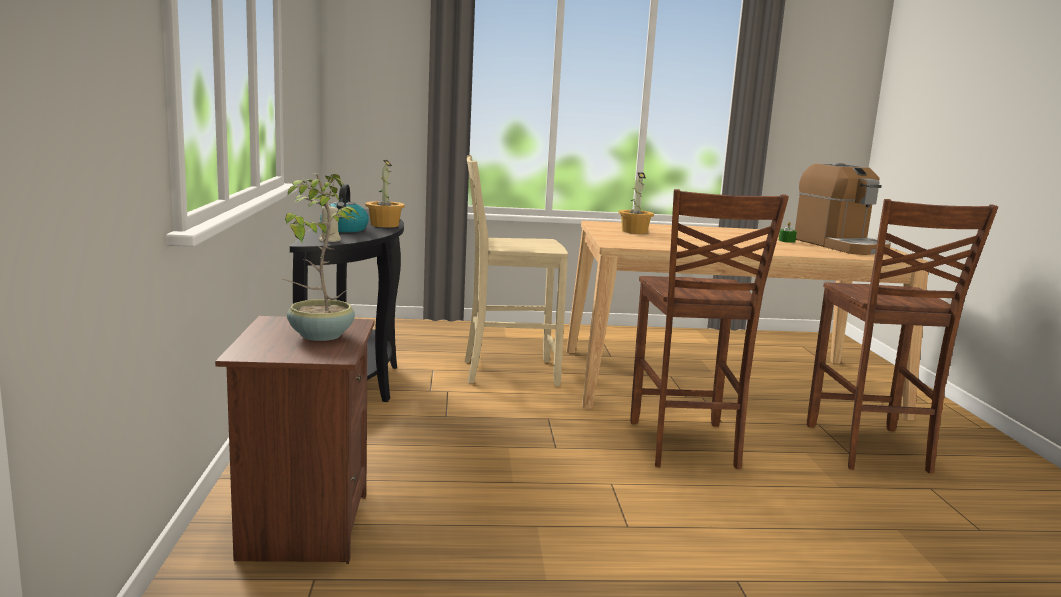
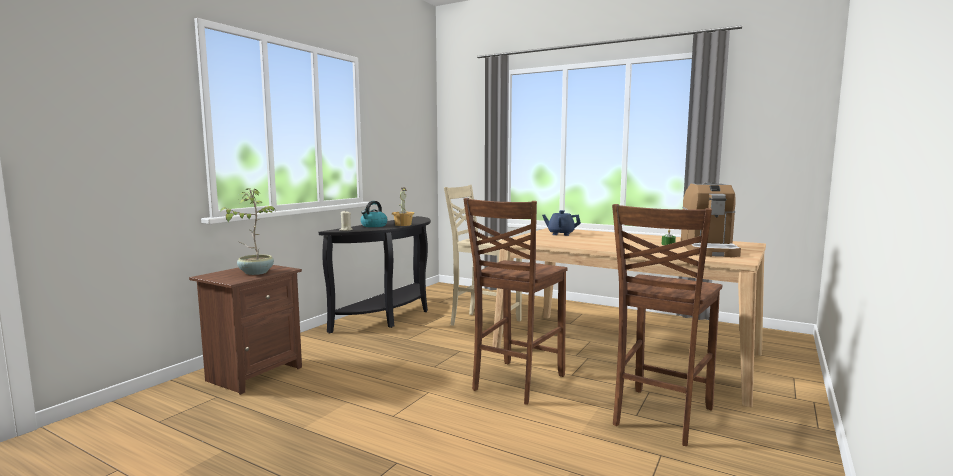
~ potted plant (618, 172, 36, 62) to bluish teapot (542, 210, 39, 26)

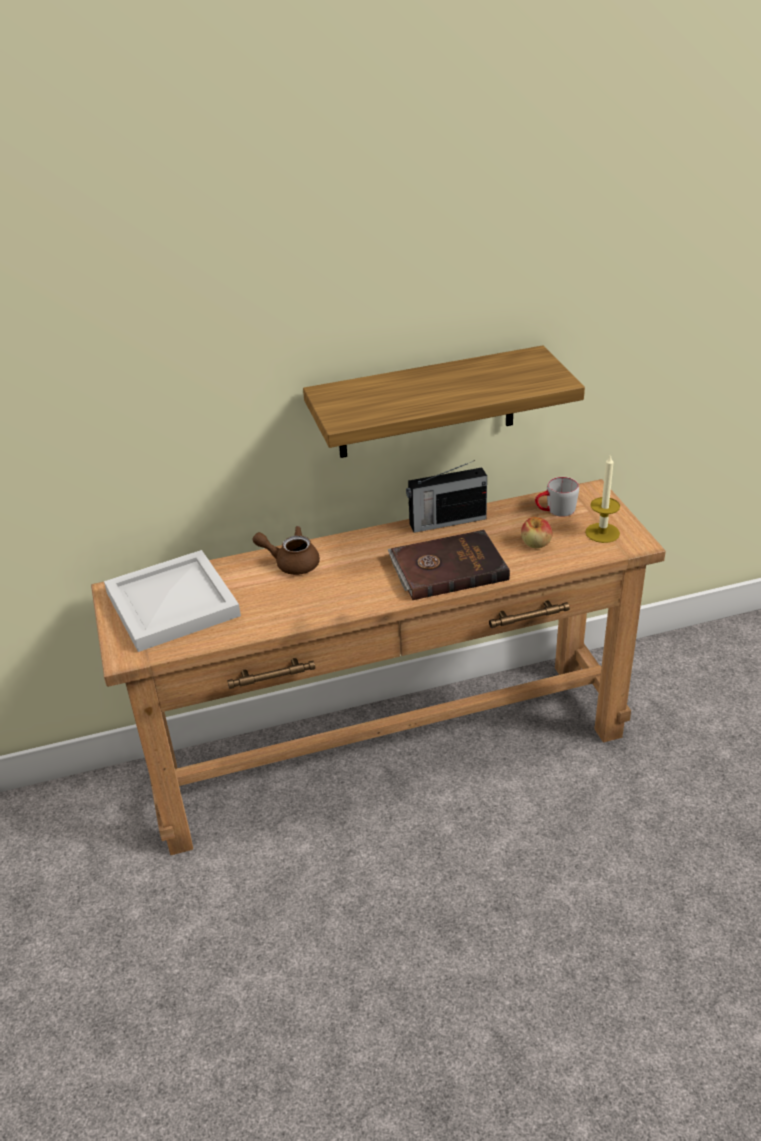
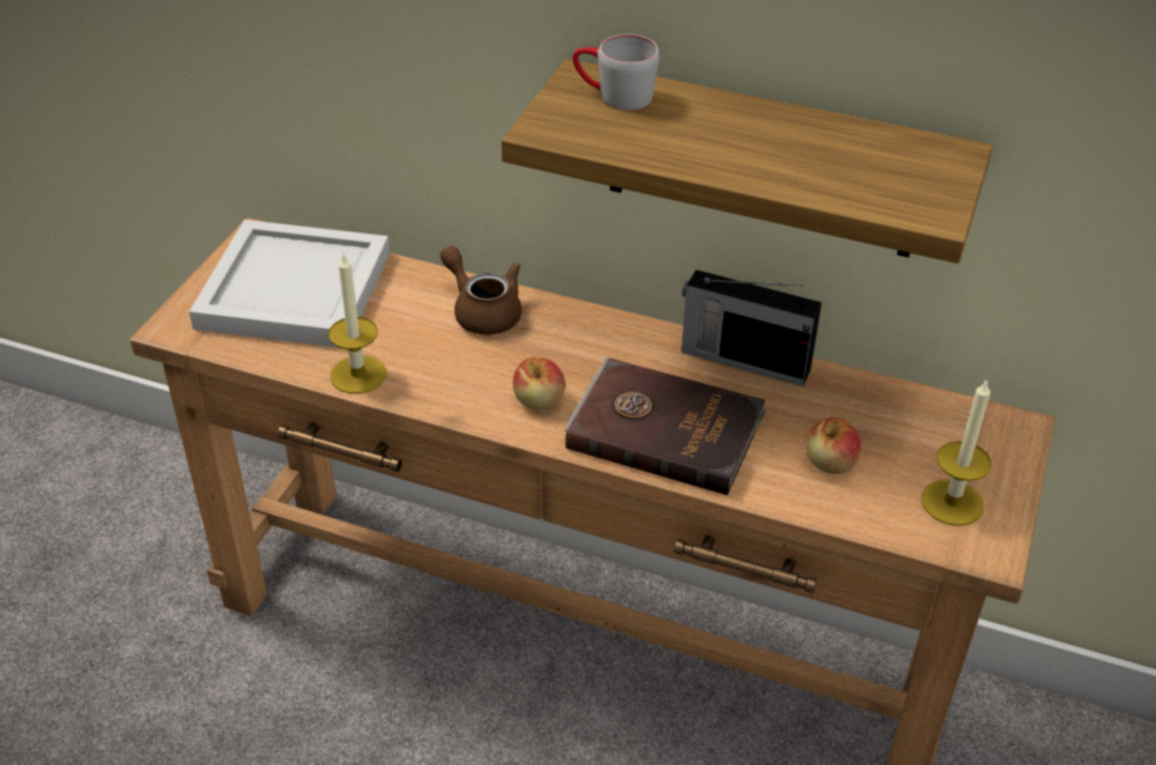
~ greyish mug (535, 477, 44, 40) to (573, 34, 86, 76)
+ wax light (328, 252, 59, 142)
+ apple fruit (513, 357, 52, 53)

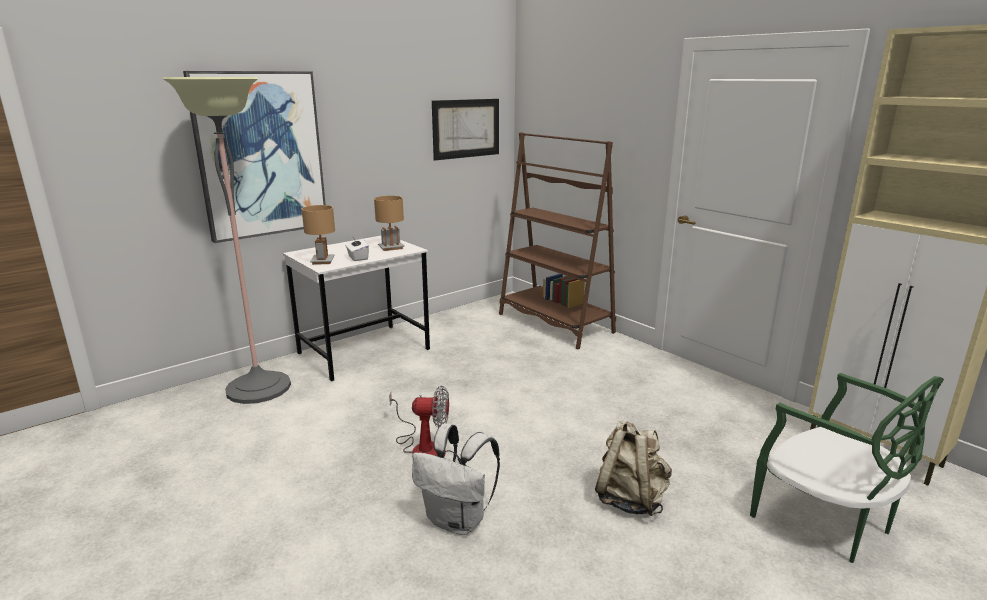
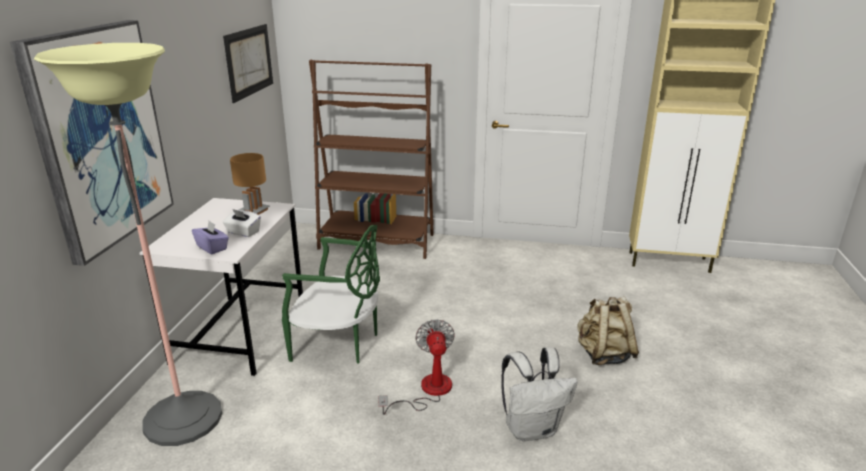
~ brown-coloured table lamp (301, 205, 34, 60) to purplish tissue box (192, 221, 37, 33)
~ cooling fan (389, 386, 60, 70) = (378, 319, 77, 96) 60 degrees counterclockwise
~ green-coloured plain chair (750, 373, 194, 190) to (282, 225, 98, 139)

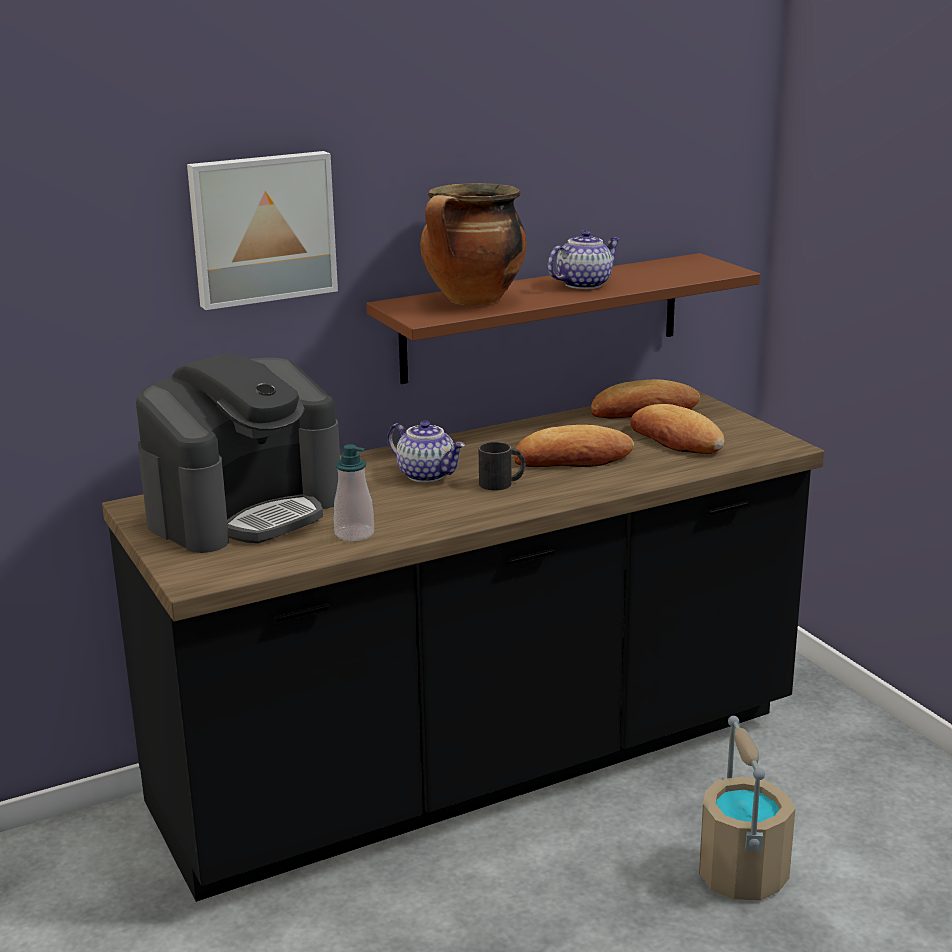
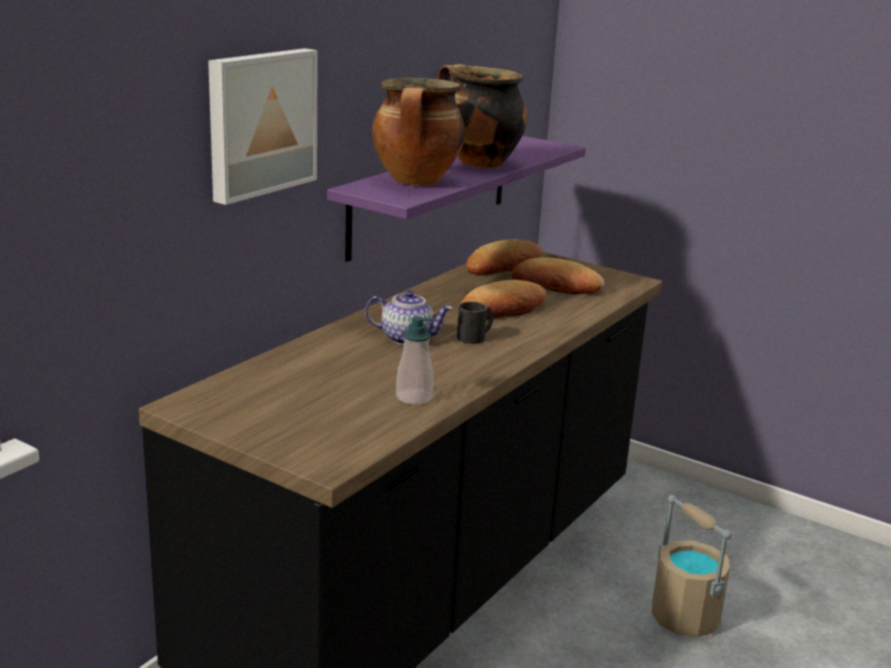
- coffee brewer (136, 353, 204, 200)
~ brown-coloured shelf (366, 253, 394, 131) to purplish shelf (327, 136, 259, 126)
~ teapot (548, 230, 72, 59) to stockpot (438, 64, 89, 104)

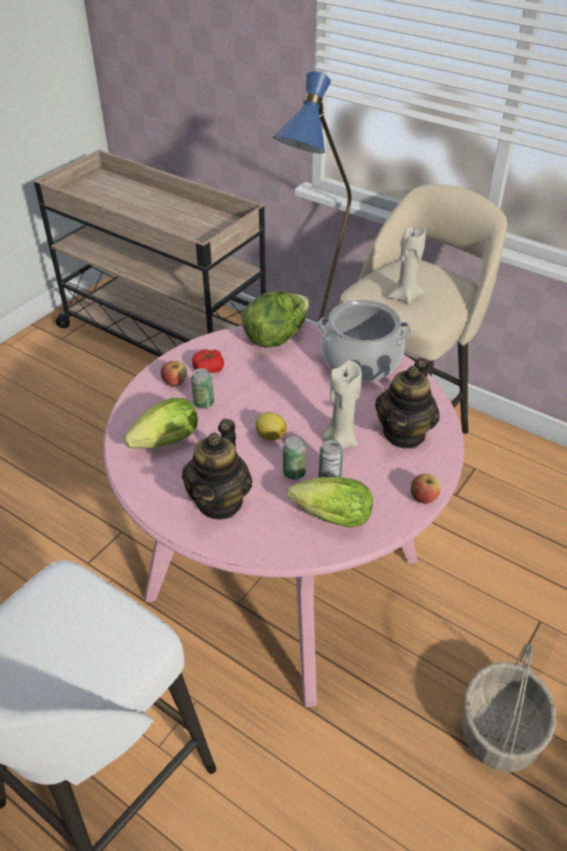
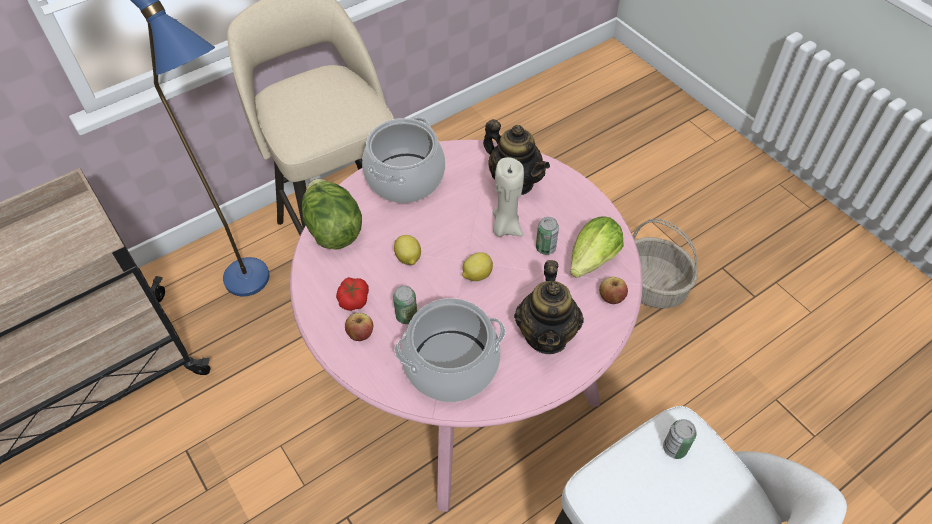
~ lettuce (124, 398, 74, 50) to stockpot (394, 298, 112, 104)
~ teapot (182, 419, 71, 101) = (514, 260, 70, 94) 60 degrees clockwise
~ sealed can (283, 436, 23, 44) to (663, 419, 34, 40)
- beige wax light (388, 227, 38, 77)
~ apple fruit (411, 474, 30, 30) to (599, 277, 29, 27)
+ lemon (394, 235, 27, 30)

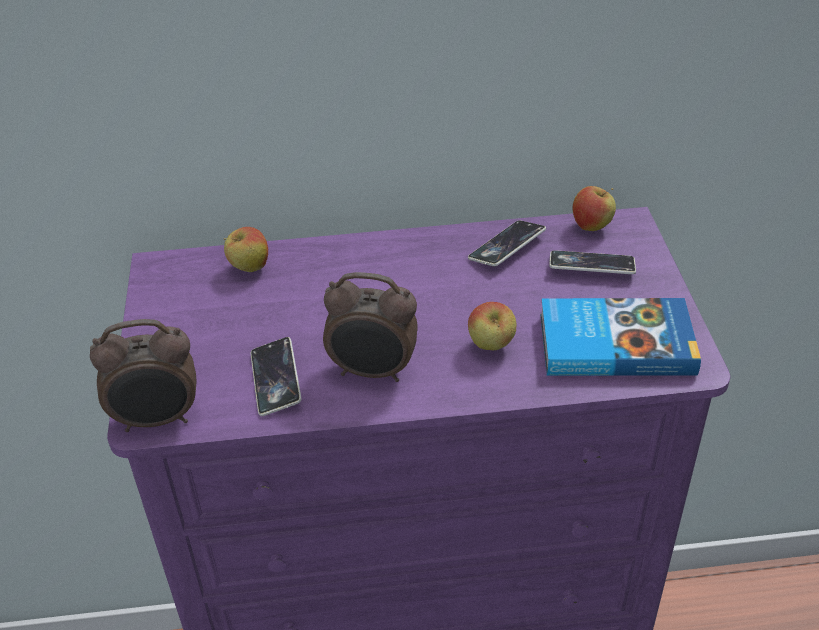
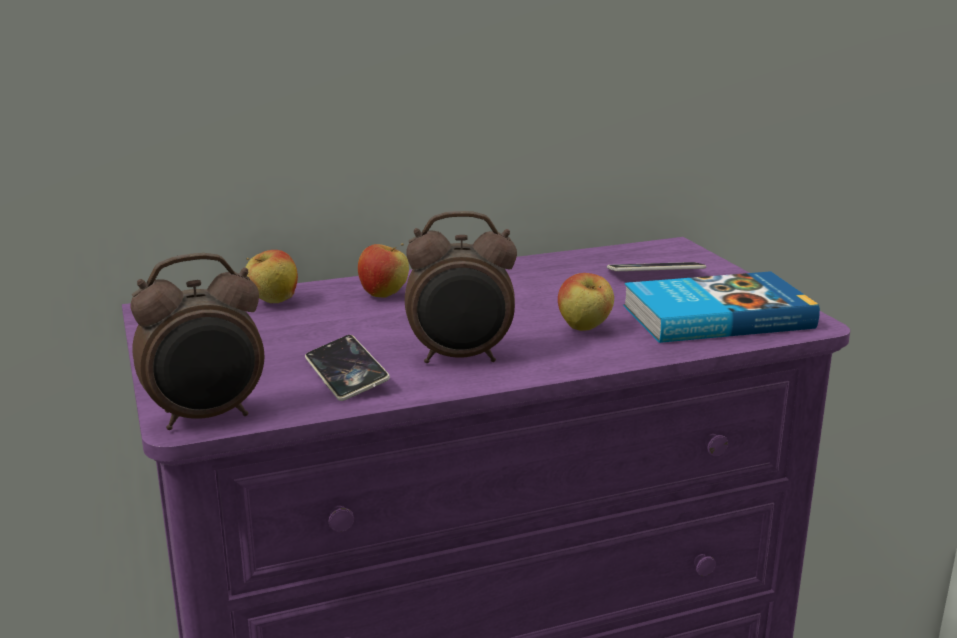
- handset (468, 220, 78, 46)
~ apple fruit (572, 186, 44, 45) to (358, 243, 51, 55)

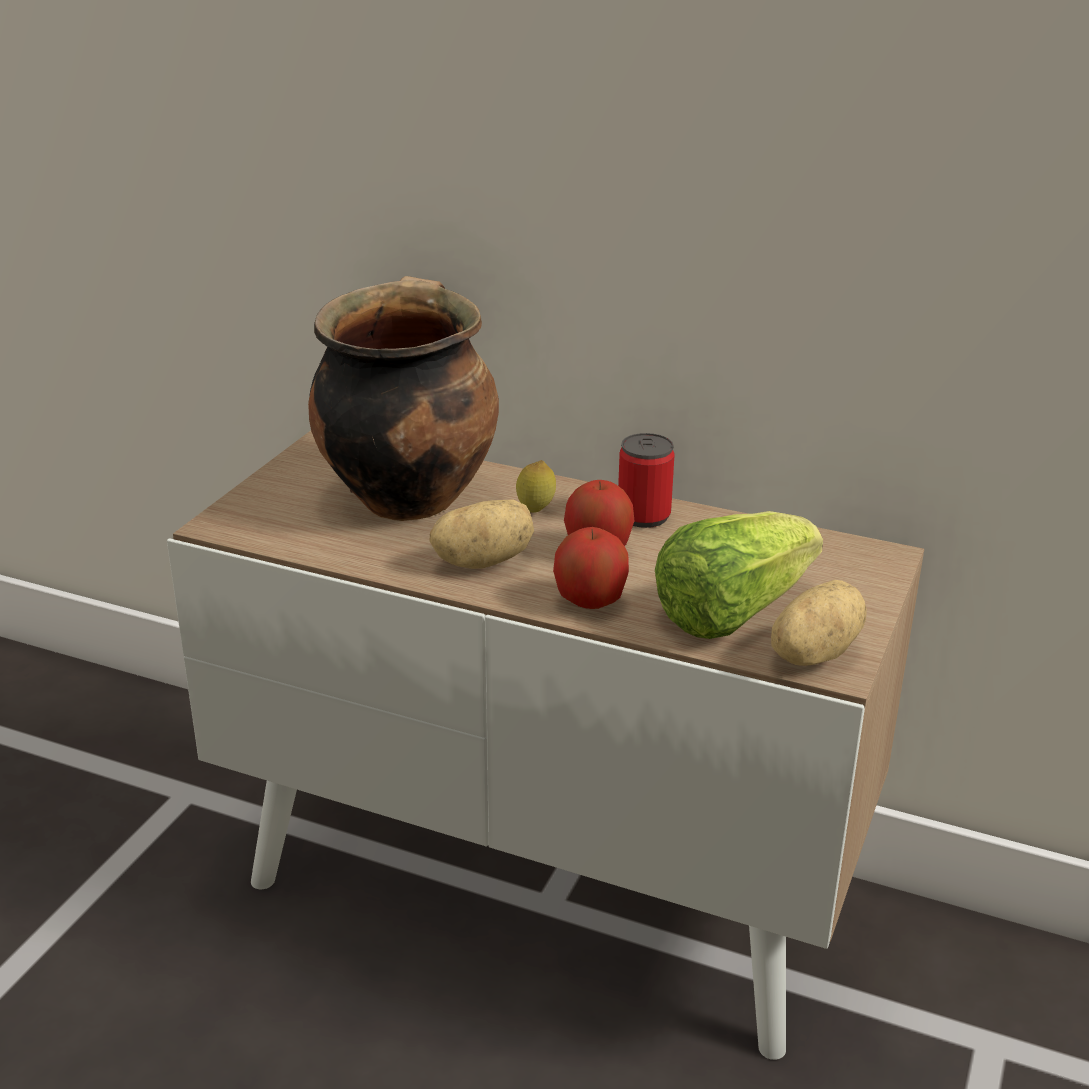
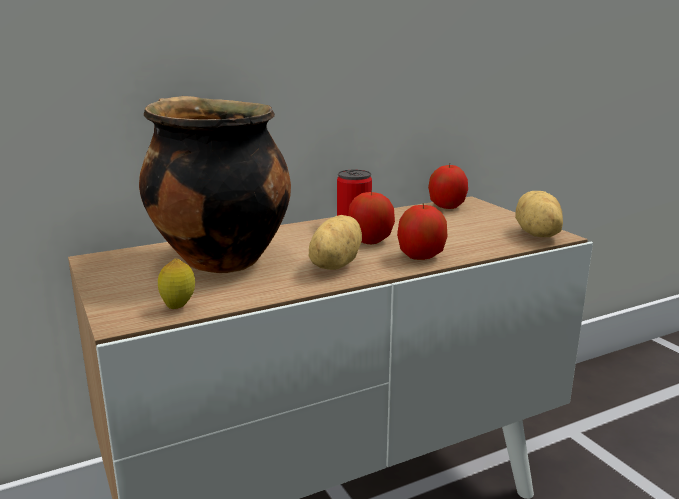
~ lemon (516, 460, 40, 52) to (158, 258, 37, 51)
- lettuce (655, 511, 168, 128)
+ apple fruit (428, 164, 40, 45)

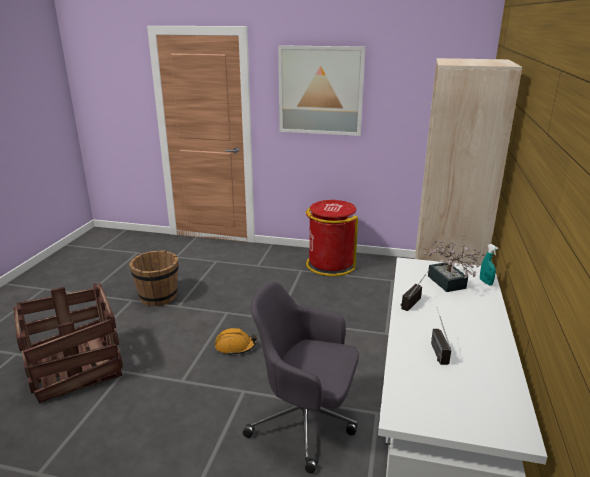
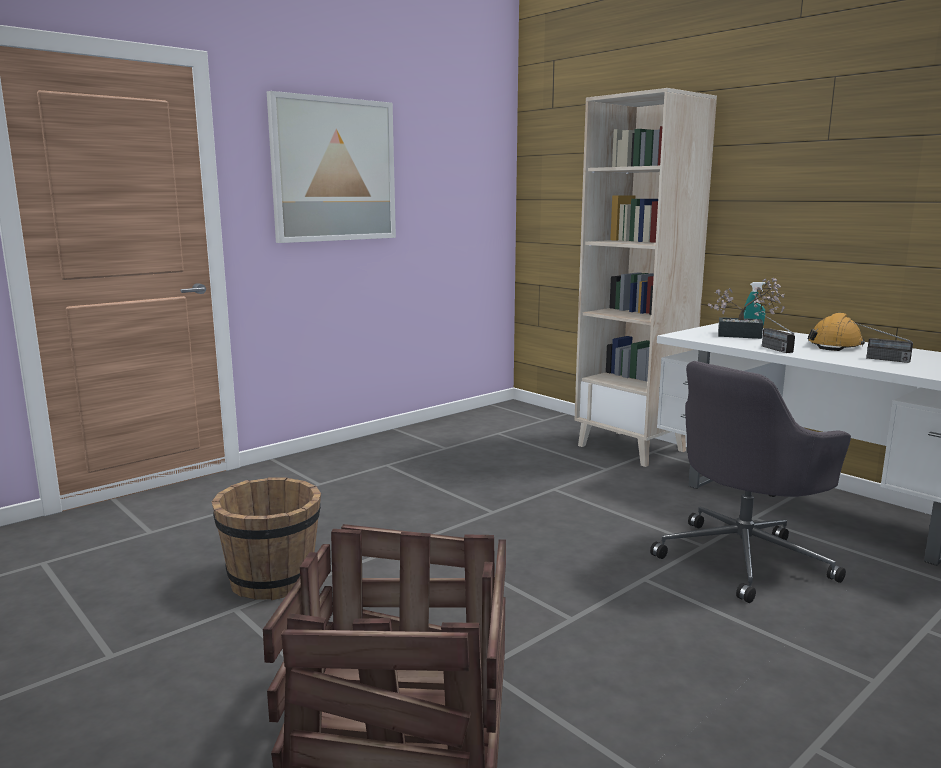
~ orange-coloured work helmet (215, 328, 42, 28) to (808, 313, 57, 38)
- reddish waste bin (306, 200, 52, 76)

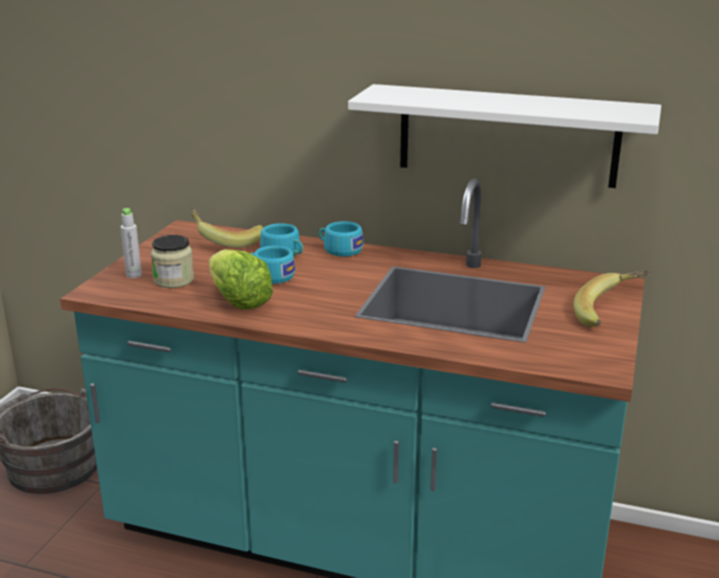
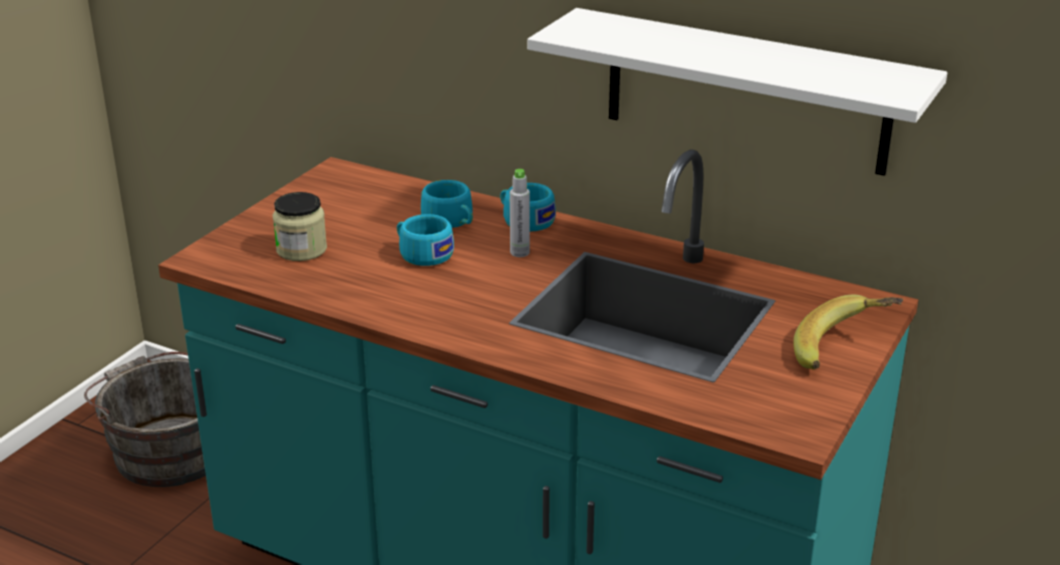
~ greyish bottle (121, 208, 21, 70) to (510, 169, 20, 88)
- whole banana (190, 207, 73, 41)
- lettuce (209, 249, 64, 60)

